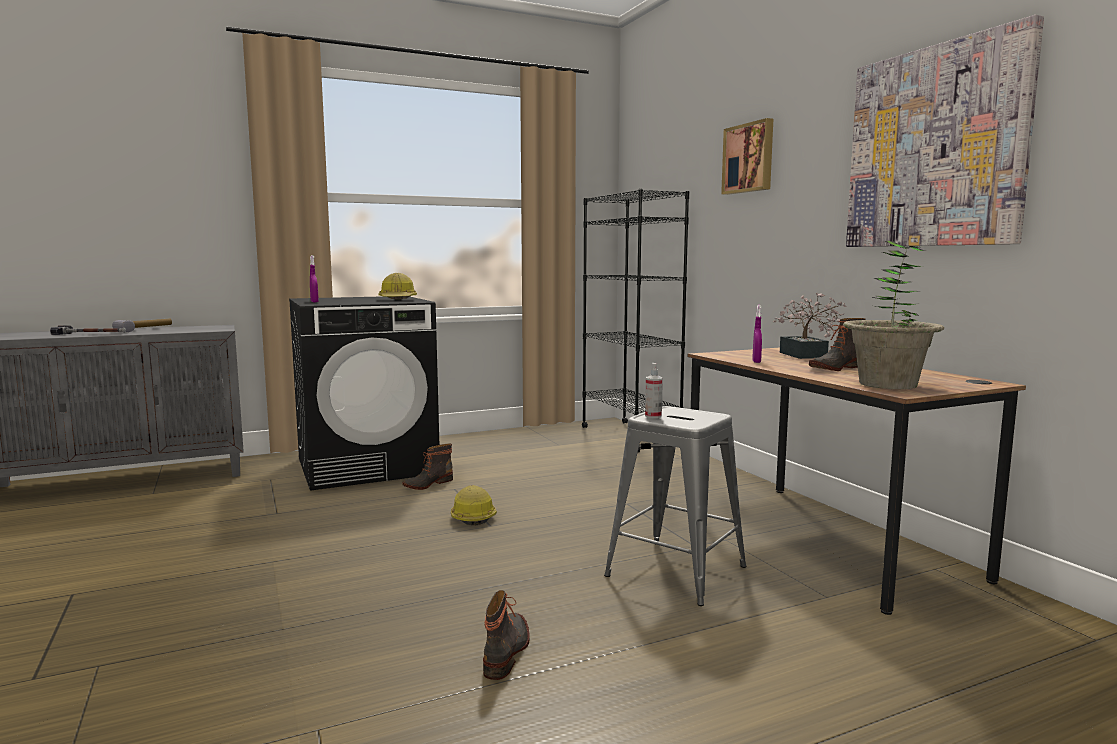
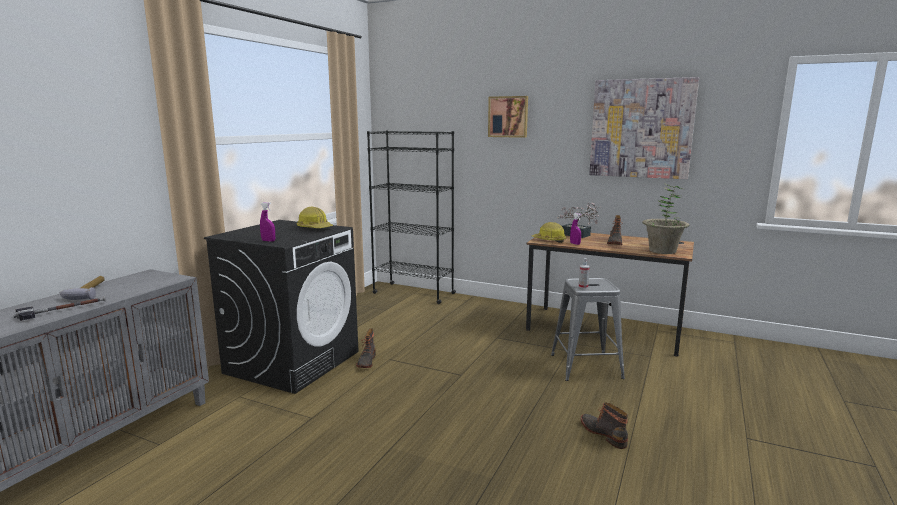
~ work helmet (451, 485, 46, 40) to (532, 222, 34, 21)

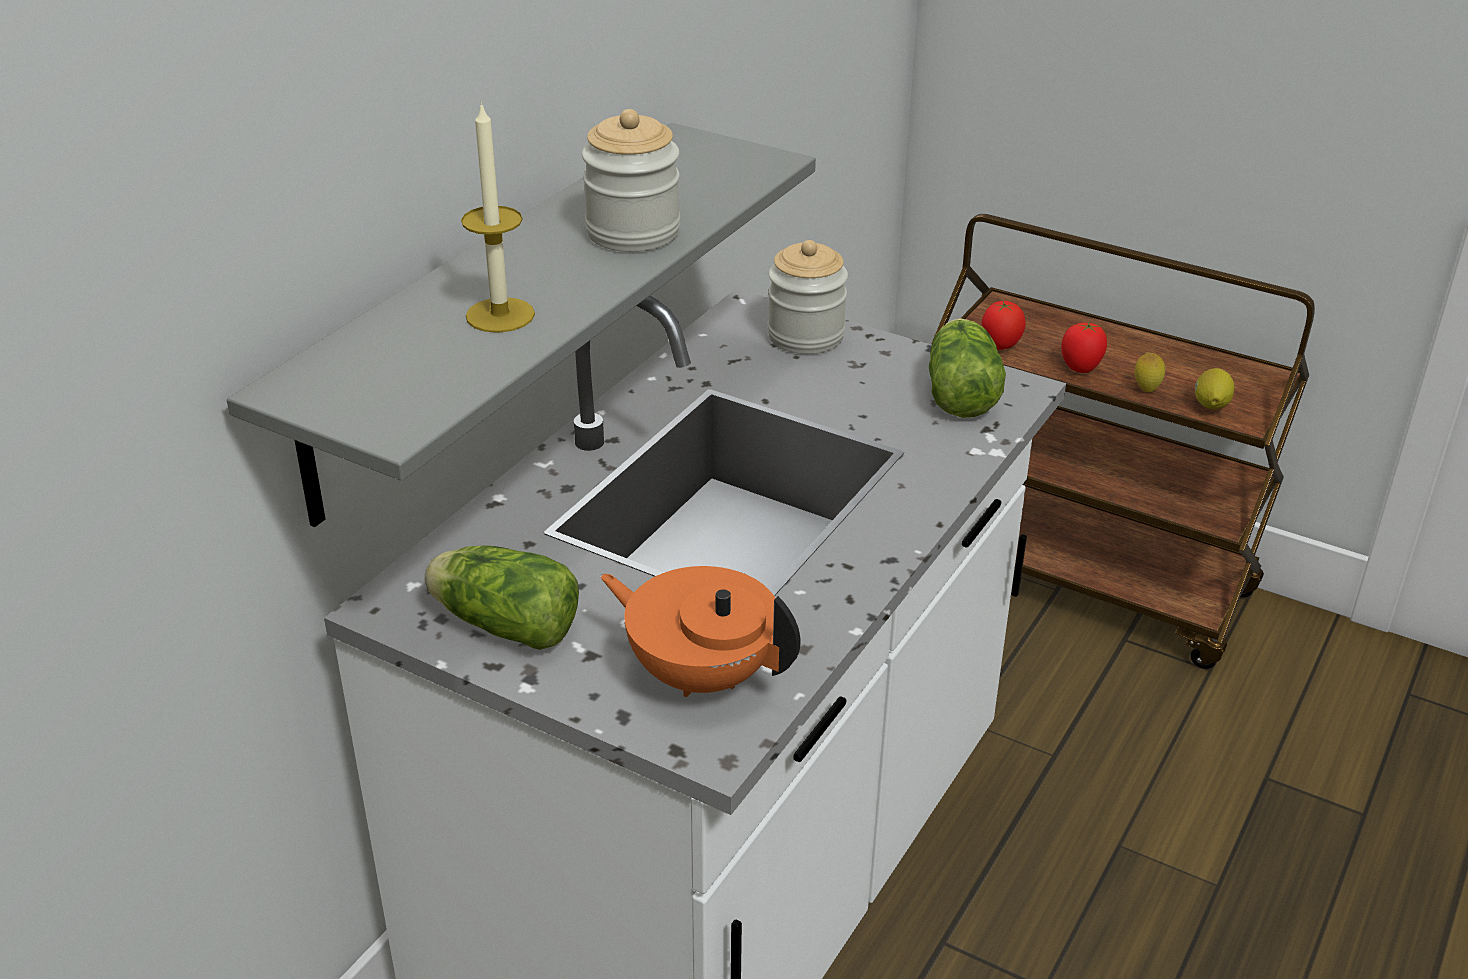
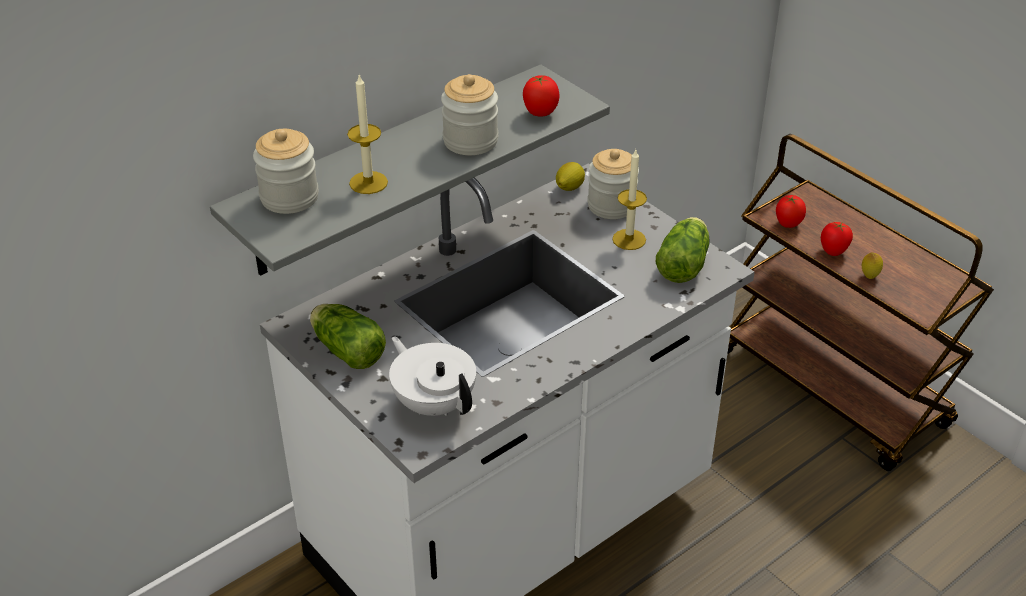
~ orange-coloured teapot (600, 566, 201, 132) to whitish teapot (389, 337, 87, 79)
~ lemon (1195, 368, 39, 41) to (556, 162, 29, 29)
+ preserve jar (253, 129, 66, 85)
+ whole tomato (523, 75, 36, 42)
+ wax light (612, 150, 35, 100)

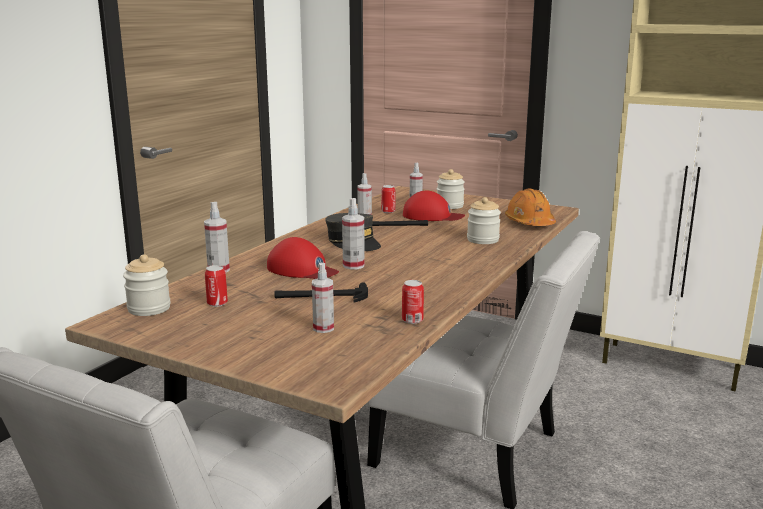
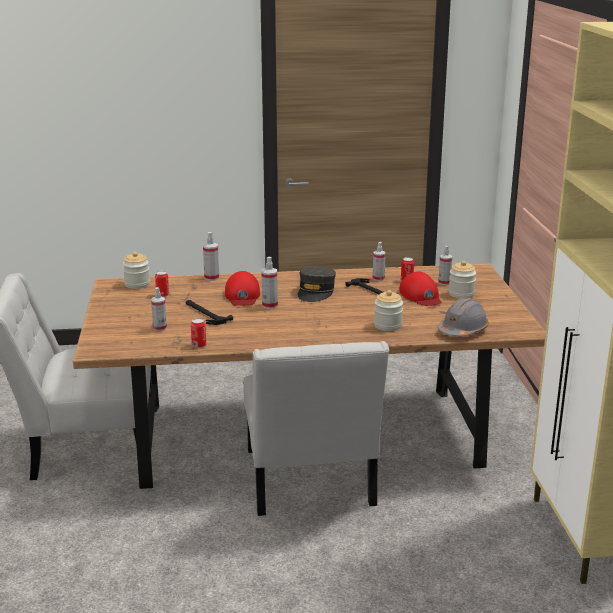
~ orange-coloured work helmet (505, 189, 51, 37) to greyish work helmet (437, 298, 52, 39)

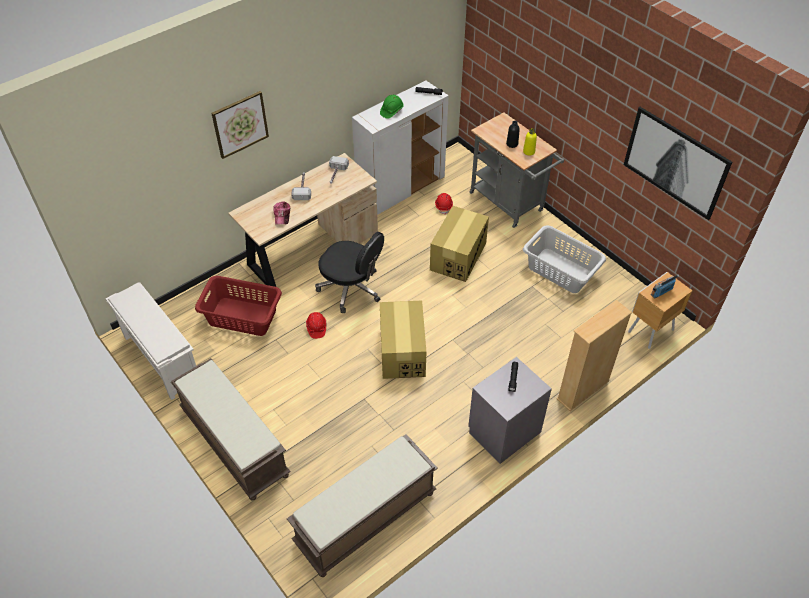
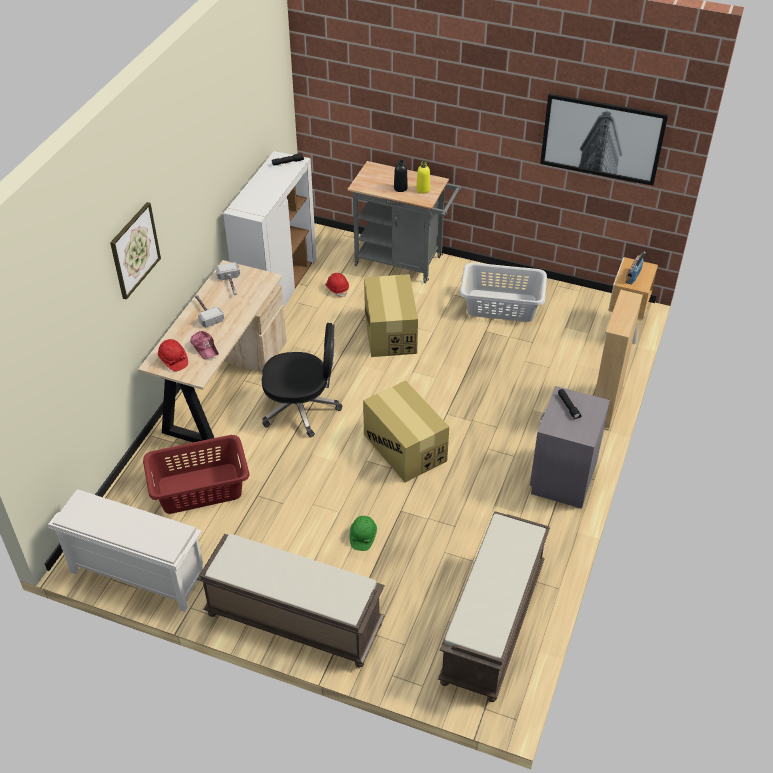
~ reddish work helmet (306, 312, 20, 27) to (158, 339, 30, 32)
~ green-coloured work helmet (380, 95, 24, 24) to (350, 516, 27, 35)

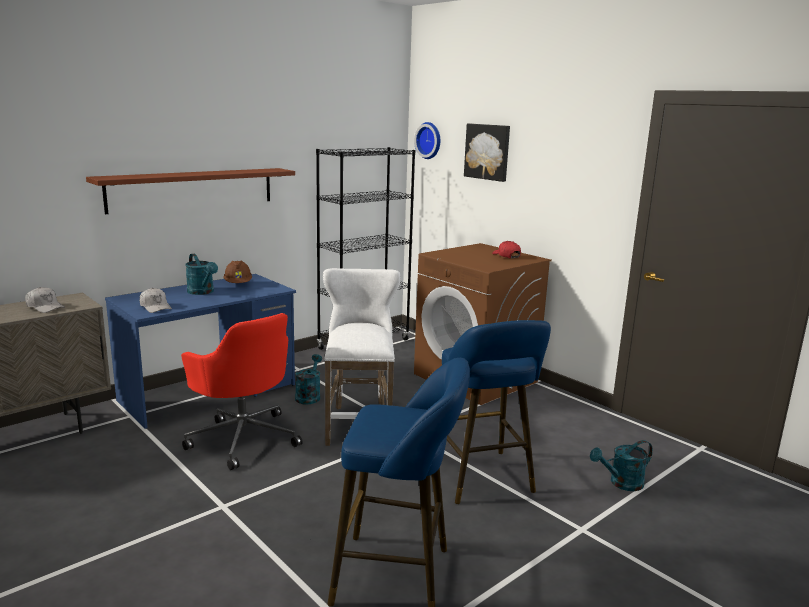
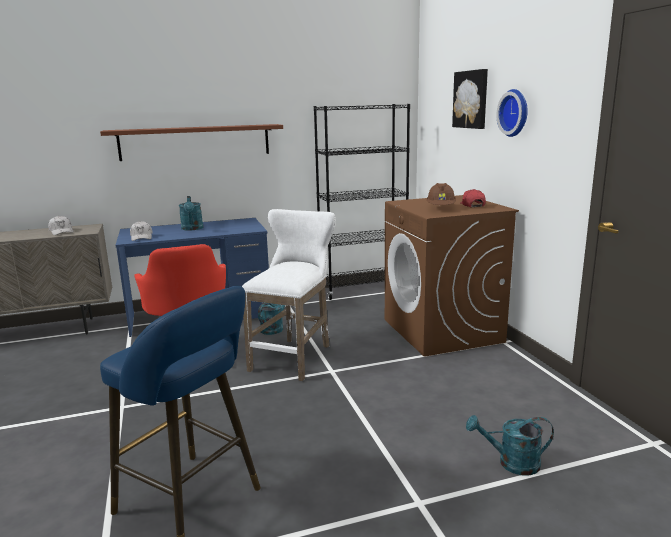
~ brown-coloured work helmet (223, 260, 29, 23) to (427, 183, 29, 22)
~ wall clock (414, 122, 26, 37) to (496, 89, 32, 48)
- bluish stool (442, 320, 109, 184)

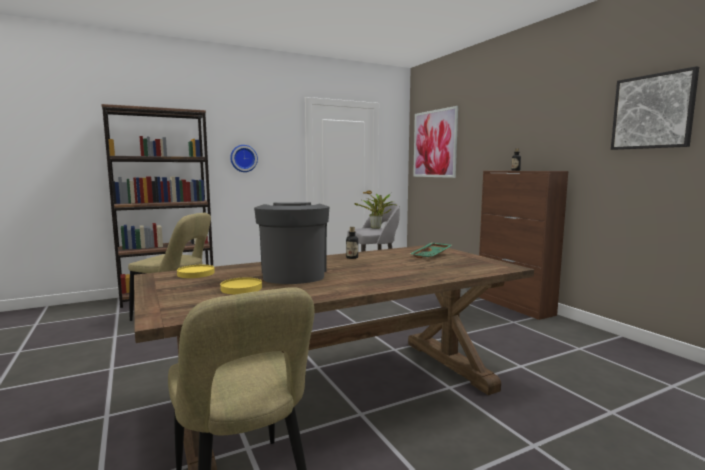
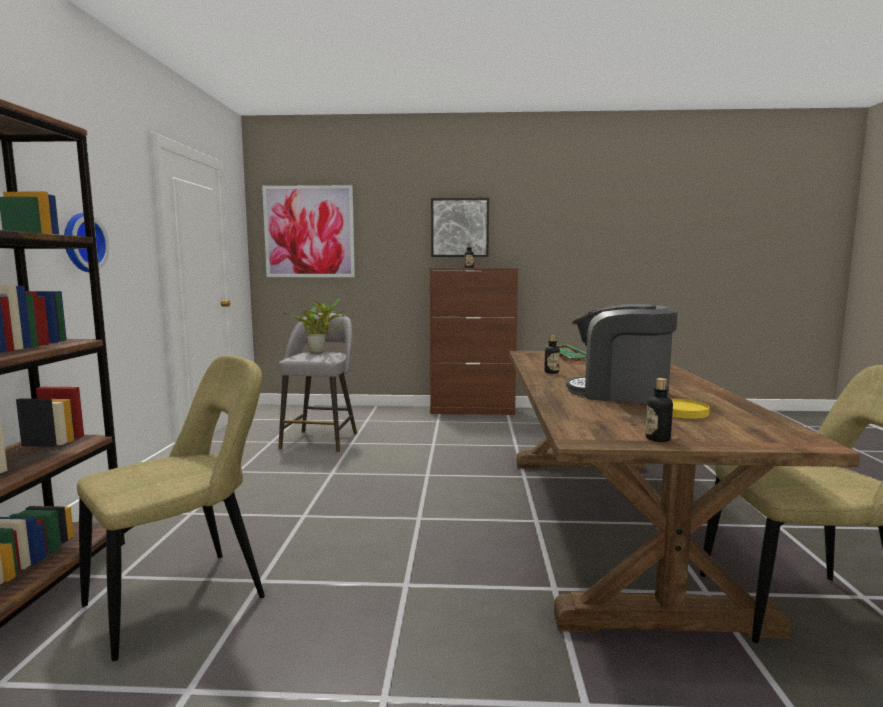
- yellow flat dish (177, 265, 38, 13)
~ wall art (611, 66, 88, 84) to (431, 198, 58, 59)
+ bottle (646, 378, 27, 64)

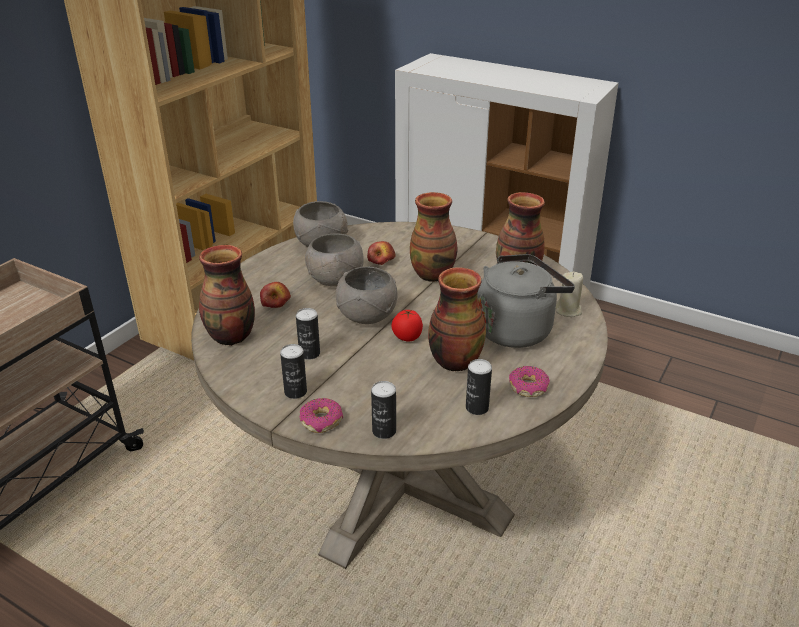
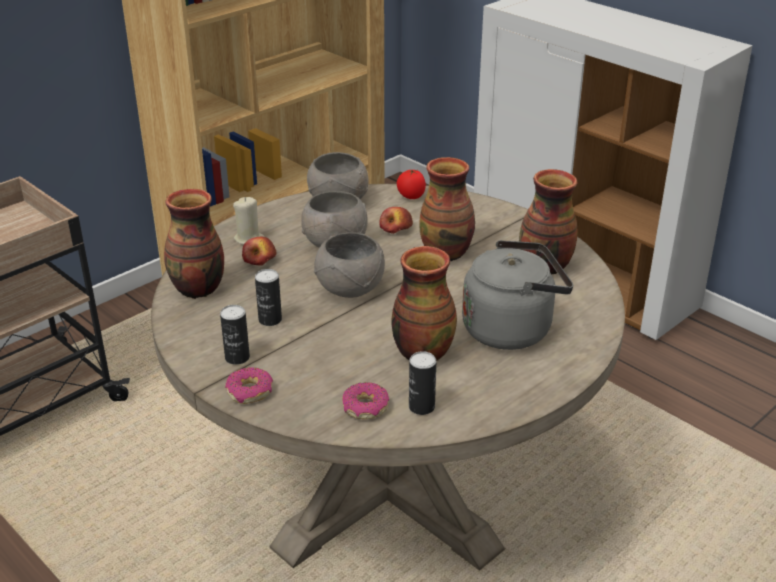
- sealed can (371, 381, 25, 58)
~ whole tomato (392, 309, 31, 33) to (397, 169, 29, 30)
~ doughnut (509, 366, 41, 31) to (342, 382, 47, 37)
~ beige wax light (556, 272, 27, 45) to (233, 197, 32, 48)

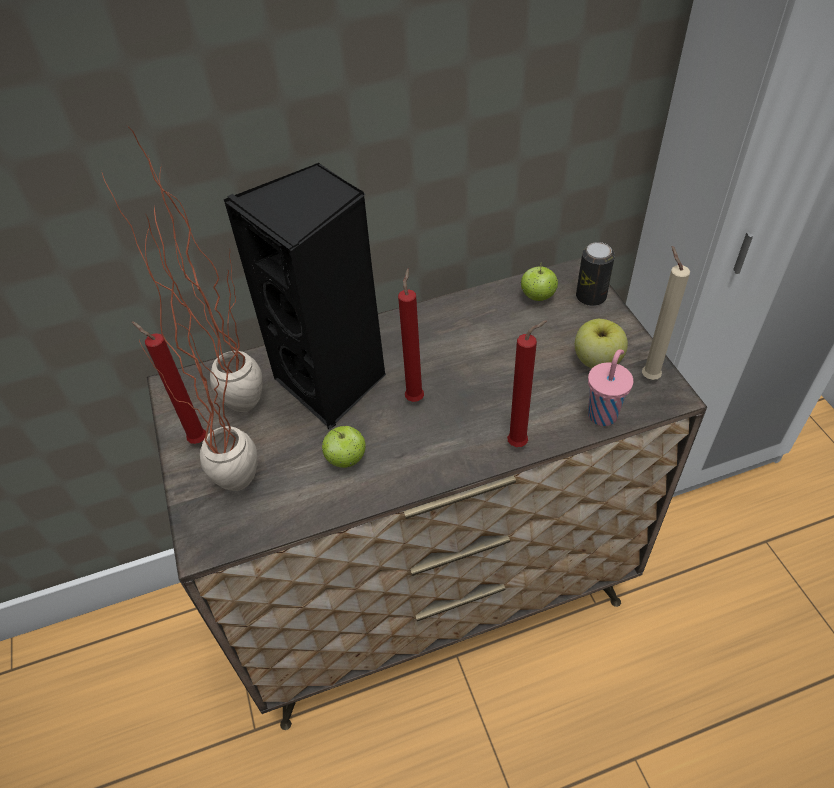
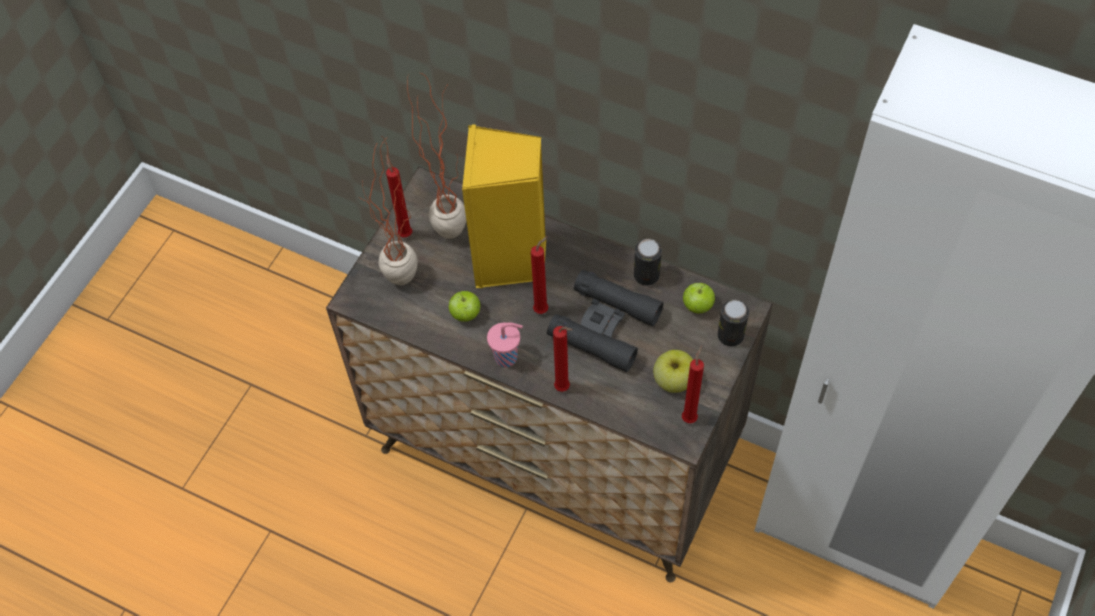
~ black-coloured speaker (224, 162, 162, 267) to yellow speaker (462, 125, 84, 163)
~ pink small cup (588, 349, 45, 77) to (487, 322, 36, 45)
~ beige wax light (642, 246, 48, 134) to reddish wax light (682, 346, 22, 77)
+ black-coloured field glasses (547, 270, 116, 102)
+ sealed can (634, 239, 28, 47)

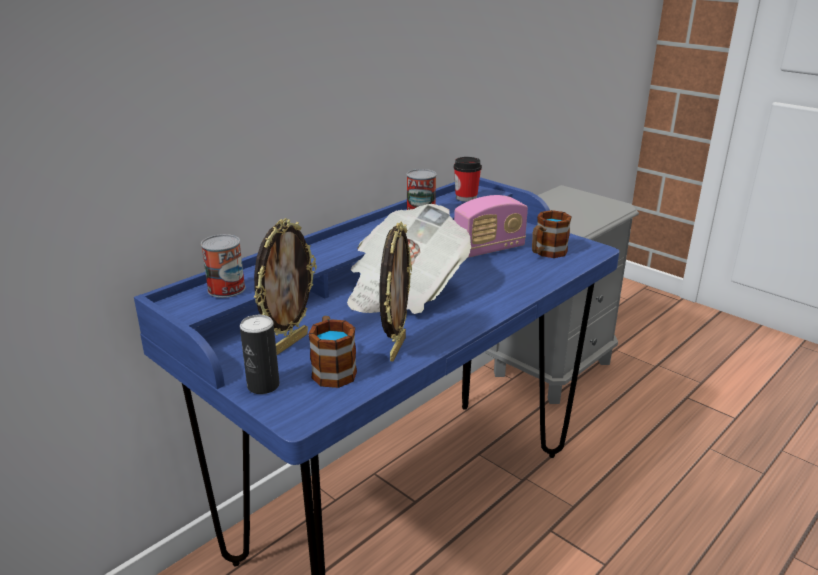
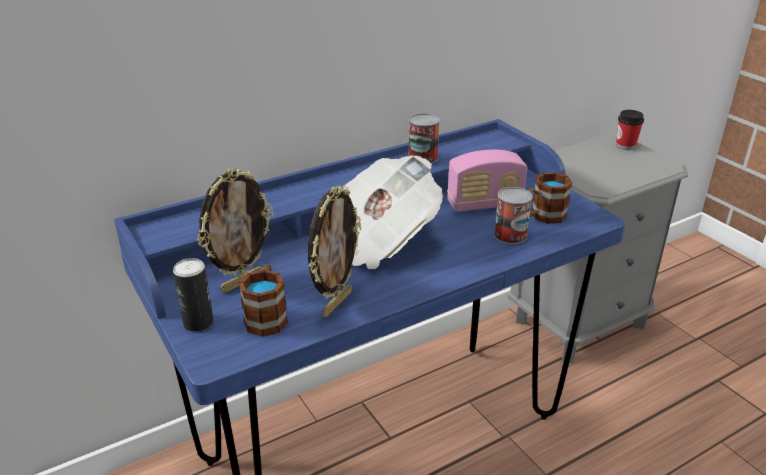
~ sealed can (201, 234, 44, 64) to (494, 187, 39, 57)
~ small cup (454, 157, 28, 45) to (616, 110, 28, 40)

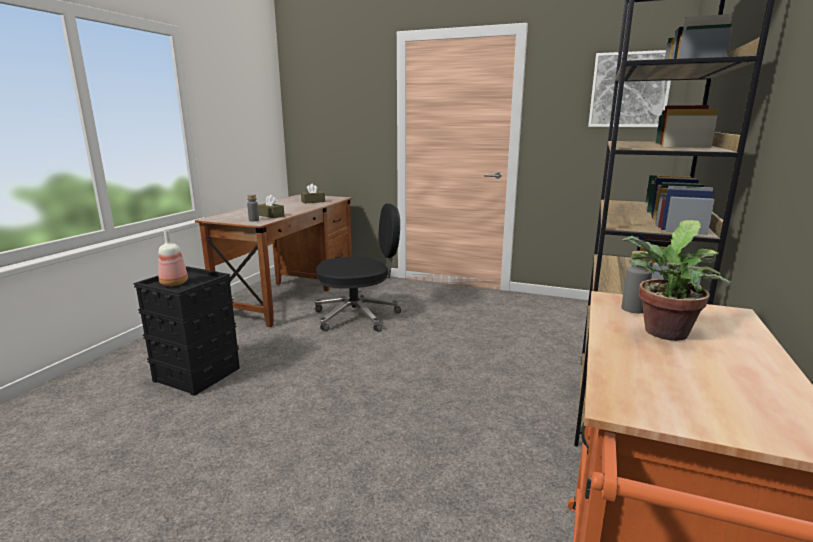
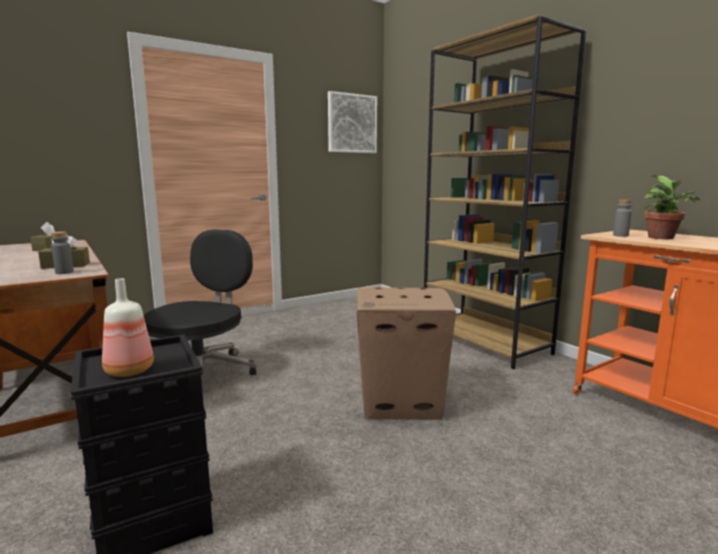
+ cardboard box (357, 288, 99, 132)

